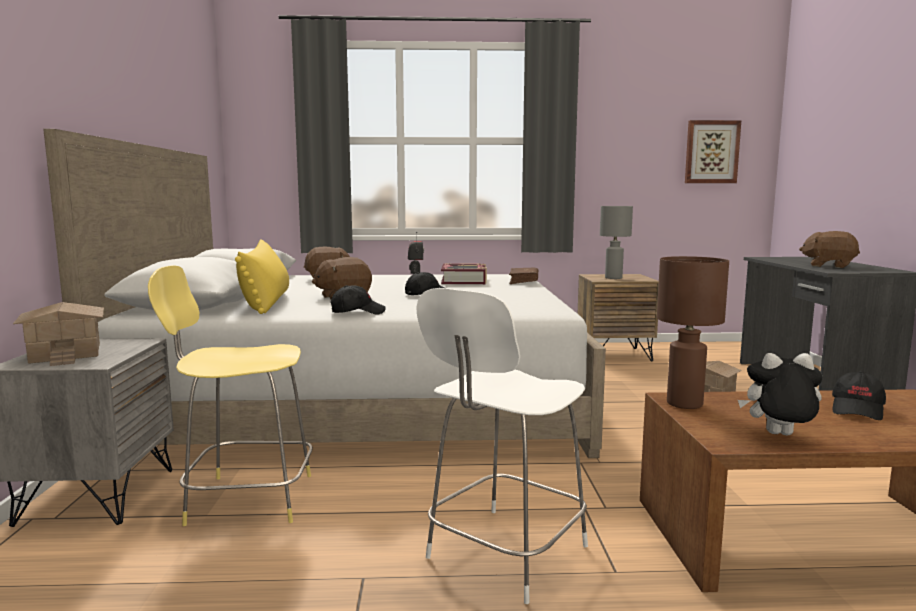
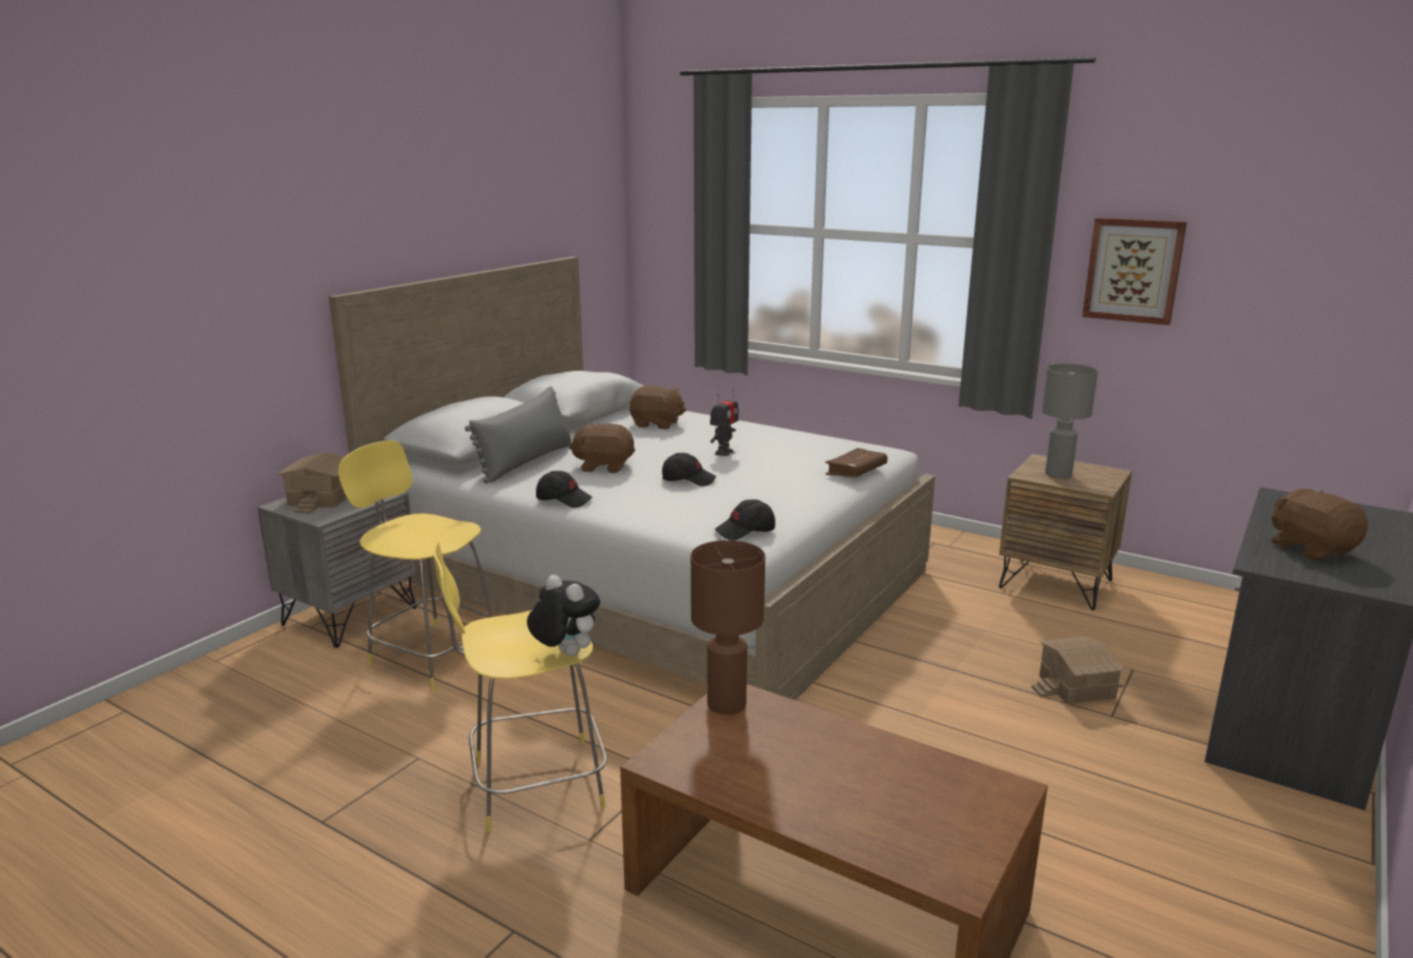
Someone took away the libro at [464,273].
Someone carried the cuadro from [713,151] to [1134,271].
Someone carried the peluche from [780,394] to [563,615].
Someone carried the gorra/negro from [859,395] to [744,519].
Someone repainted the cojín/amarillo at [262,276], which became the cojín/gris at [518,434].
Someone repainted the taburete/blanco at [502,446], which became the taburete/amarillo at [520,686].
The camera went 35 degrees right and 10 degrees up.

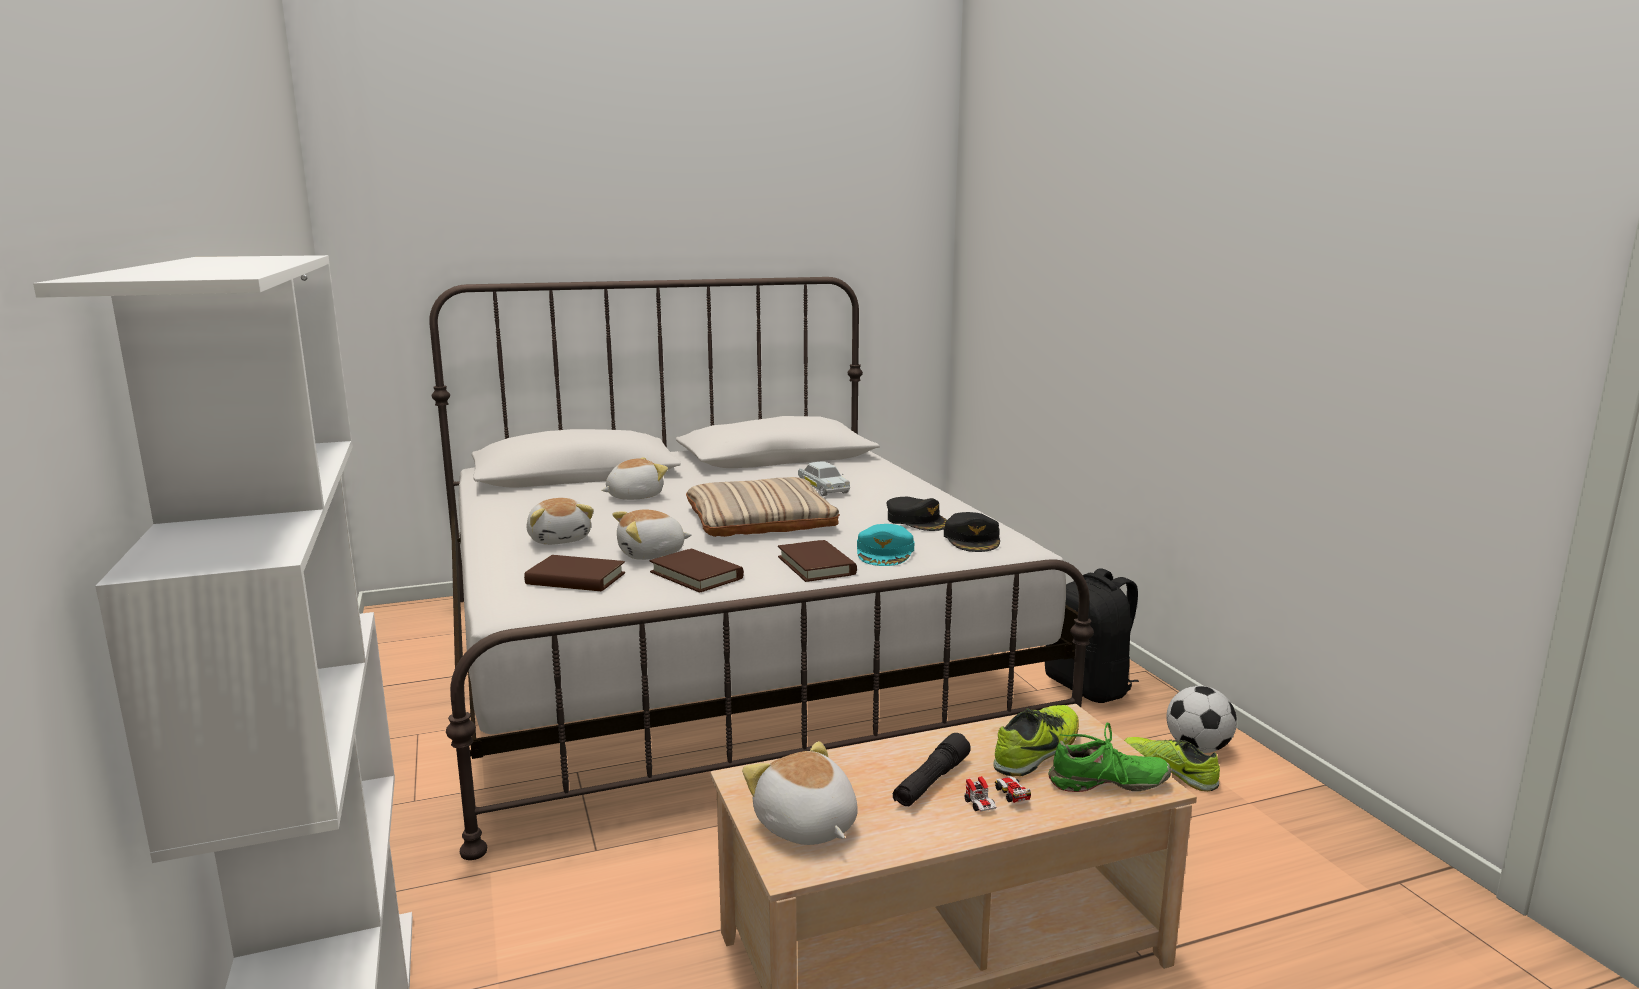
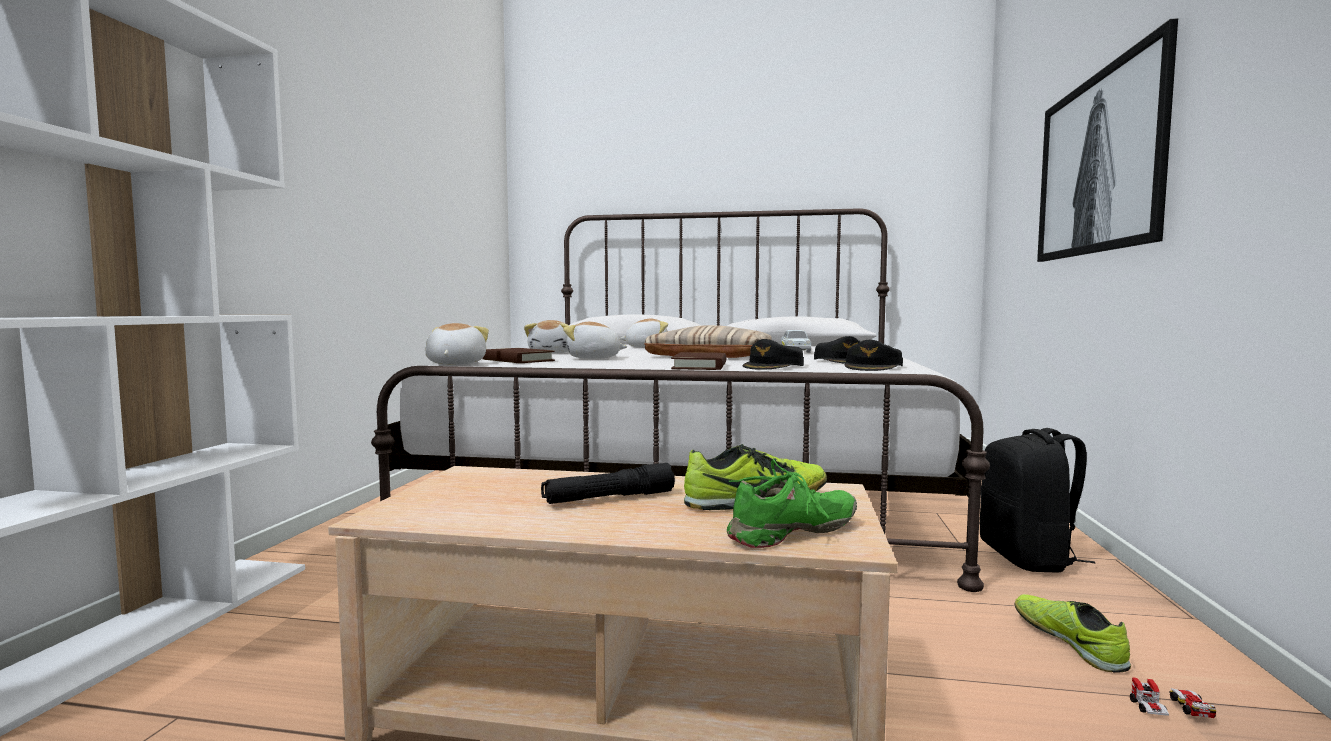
Someone took away the libro/marrón at [696,571].
Someone took away the balón de fútbol at [1201,719].
Someone put up the cuadro at [1107,140].
Someone carried the peluche from [800,793] to [457,344].
Someone carried the coche de juguete from [998,794] to [1173,697].
Someone repainted the gorra/turquesa at [885,545], which became the gorra/negro at [773,354].
Someone rotated the zapato/verde at [1110,757] by 60 degrees counterclockwise.
The camera went 30 degrees right and 10 degrees down.

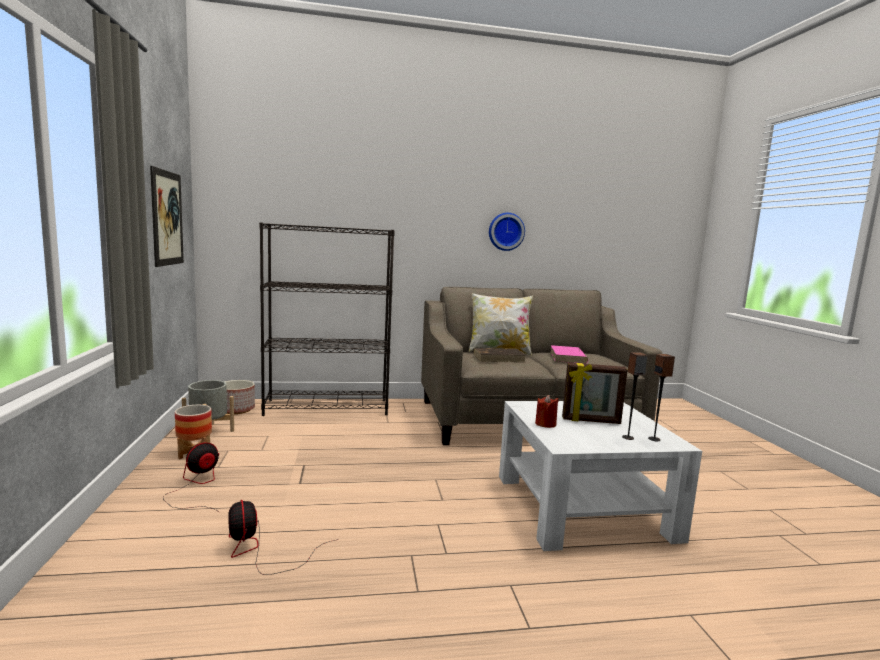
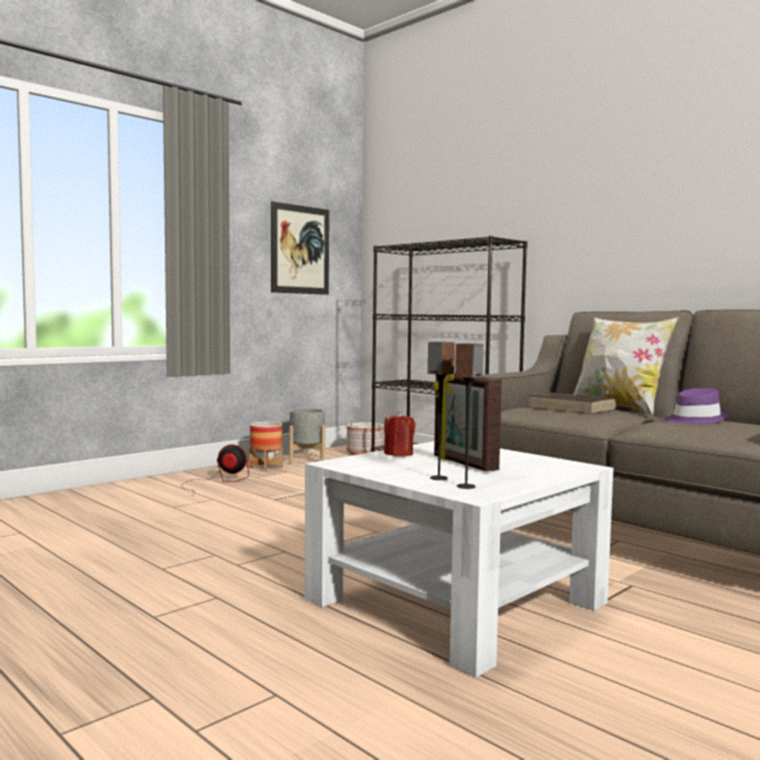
Someone took away the ventilador at [283,537].
Someone took away the reloj de pared at [507,232].
Someone swapped the libro/rosa at [569,354] for the sombrero/morado at [696,406].
The camera went 55 degrees right and 5 degrees down.

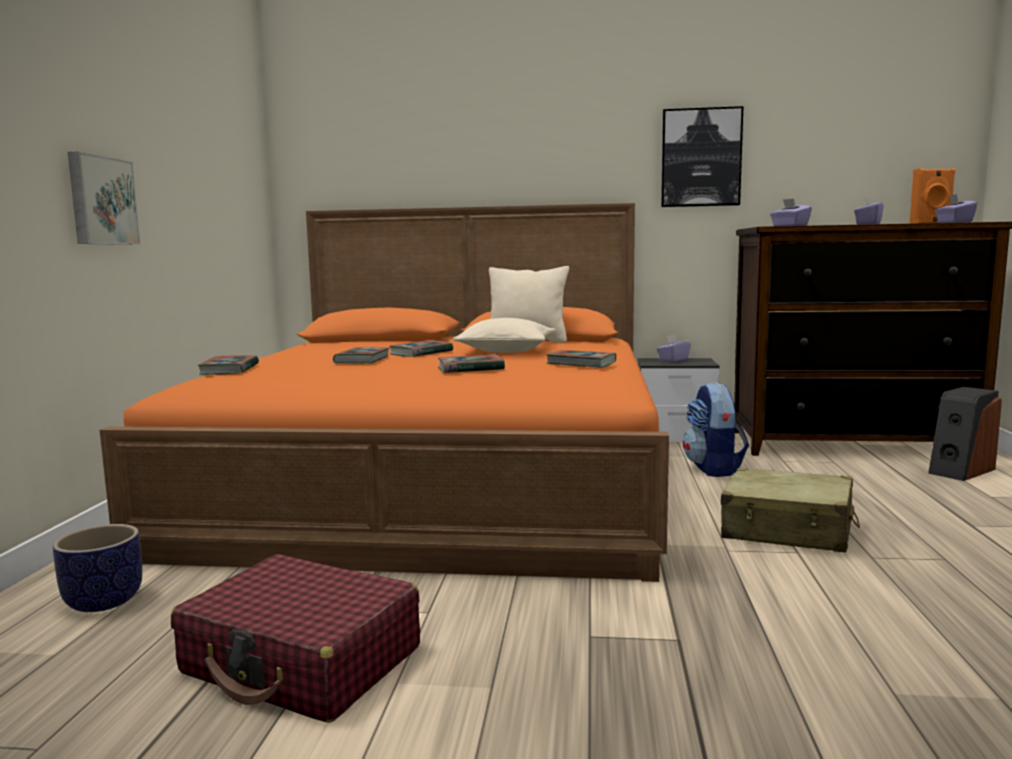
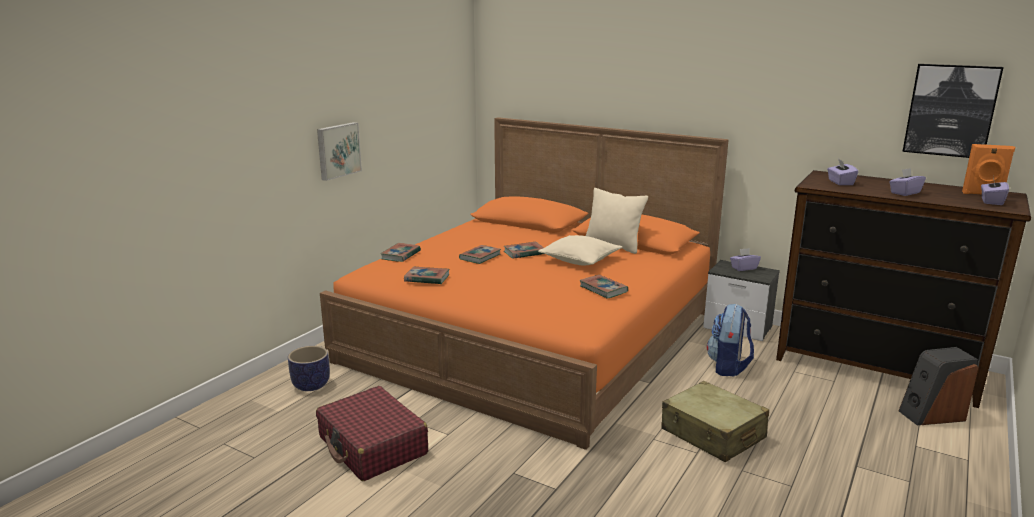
Someone carried the libro from [471,363] to [426,275].
Someone carried the cuadro from [702,156] to [953,111].
The camera went 25 degrees right and 10 degrees up.

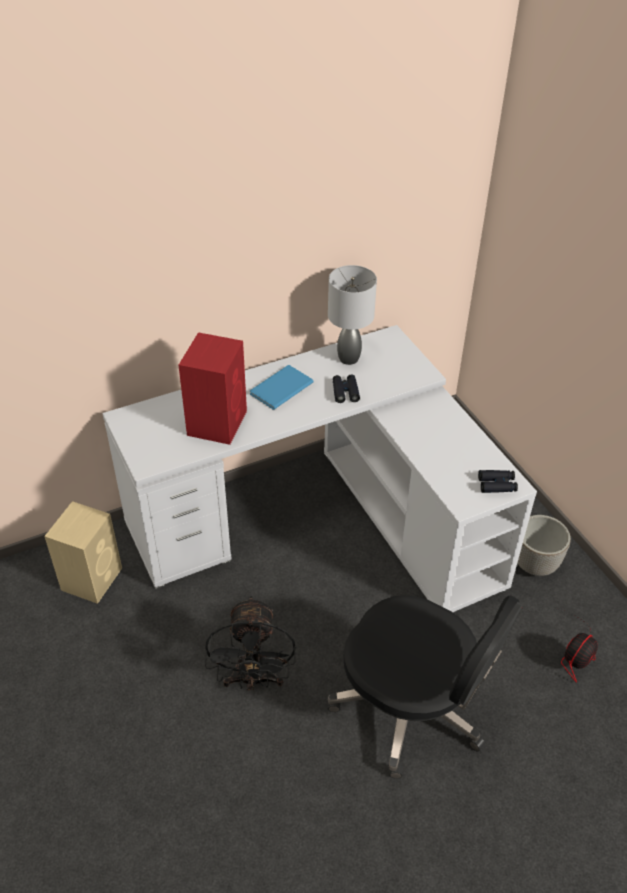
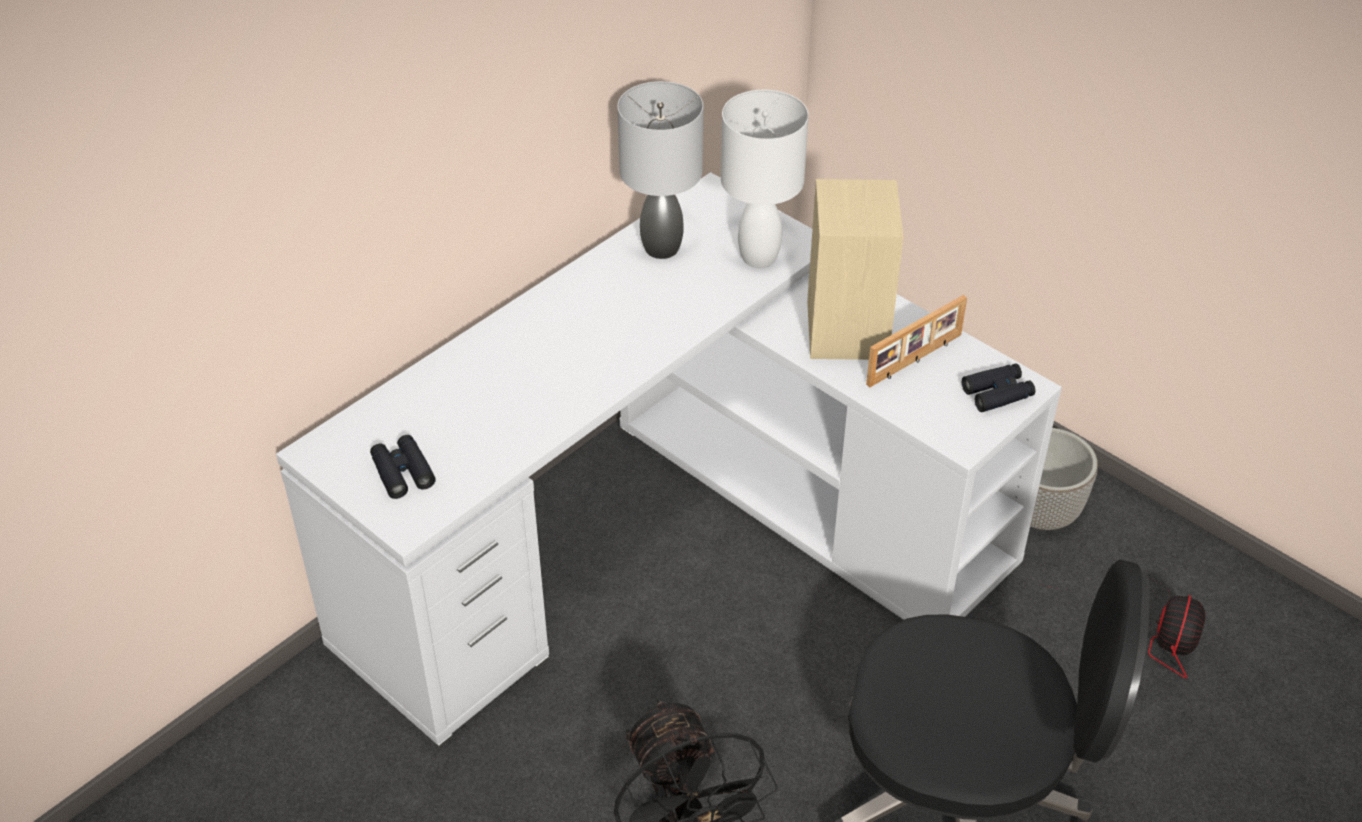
Someone took away the altavoz/rojo at [212,388].
Someone took away the libro/azul at [282,387].
Someone put down the lámpara de mesa/blanco at [765,179].
Someone put down the portarretratos at [916,341].
Someone carried the altavoz/beis from [83,552] to [855,269].
Someone carried the prismáticos/negro from [346,389] to [403,467].
The camera went 20 degrees left and 0 degrees up.

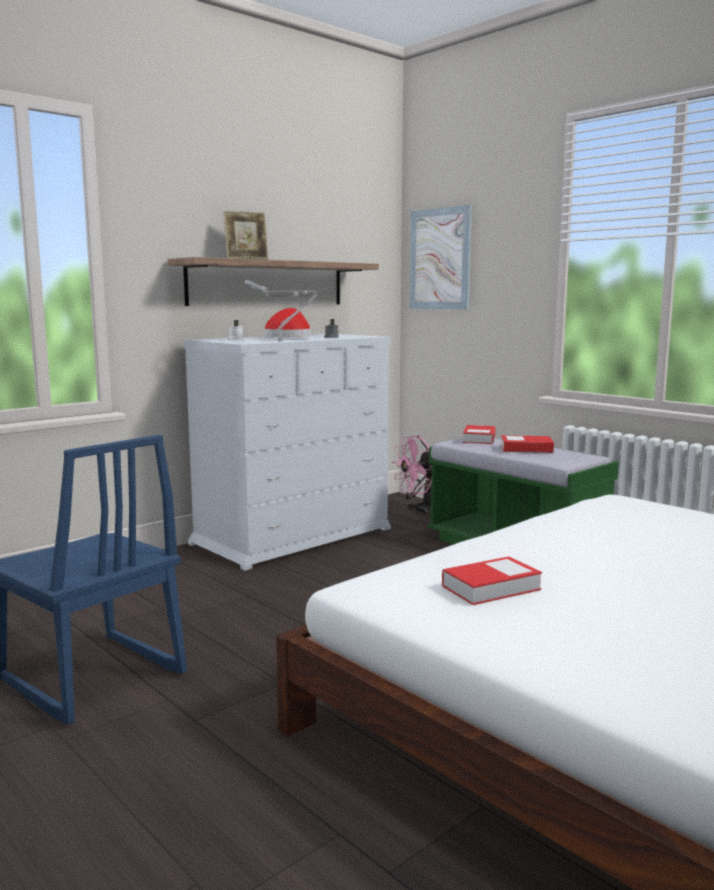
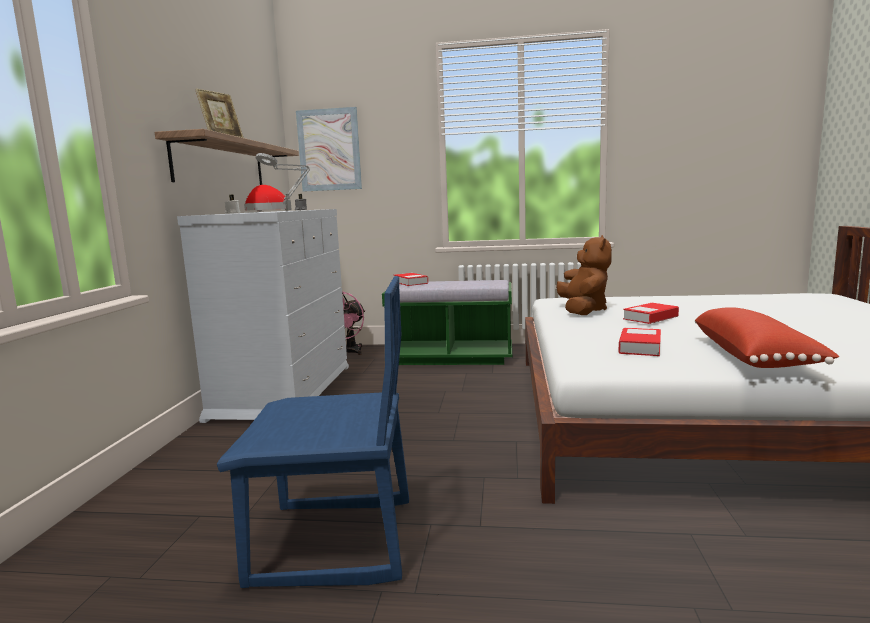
Someone put down the peluche/marrón at [584,275].
Someone put down the cojín/rojo at [767,337].
Someone carried the libro from [527,444] to [651,313].
The camera went 40 degrees left and 0 degrees up.

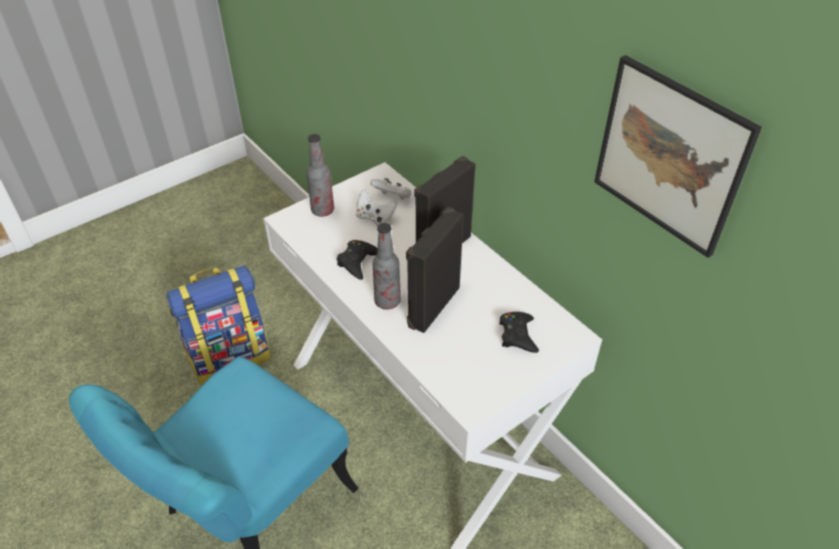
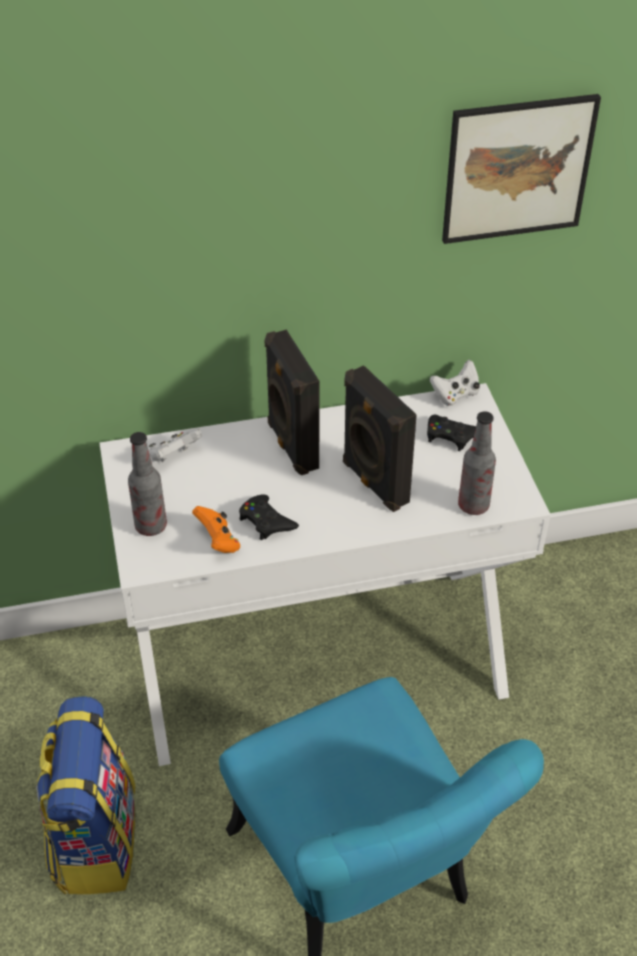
Someone put down the mando de consola/naranja at [216,529].
Someone carried the mando de consola/blanco from [376,208] to [455,383].
Someone carried the botella from [386,266] to [477,463].
The camera went 65 degrees left and 0 degrees up.

